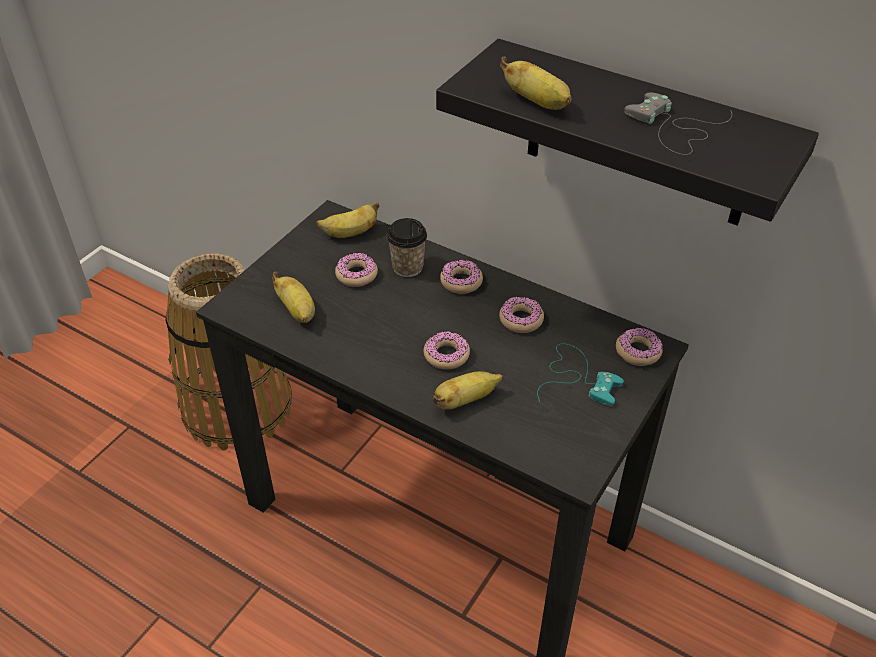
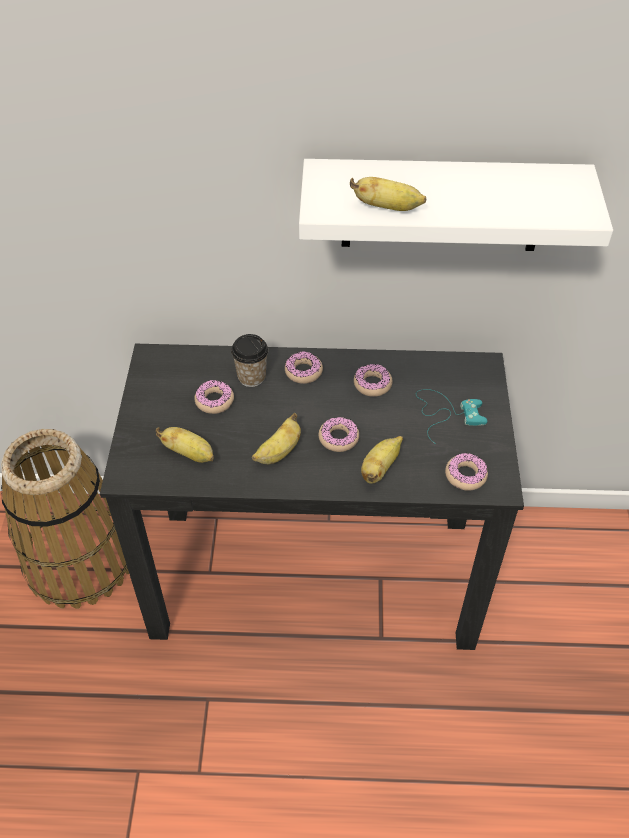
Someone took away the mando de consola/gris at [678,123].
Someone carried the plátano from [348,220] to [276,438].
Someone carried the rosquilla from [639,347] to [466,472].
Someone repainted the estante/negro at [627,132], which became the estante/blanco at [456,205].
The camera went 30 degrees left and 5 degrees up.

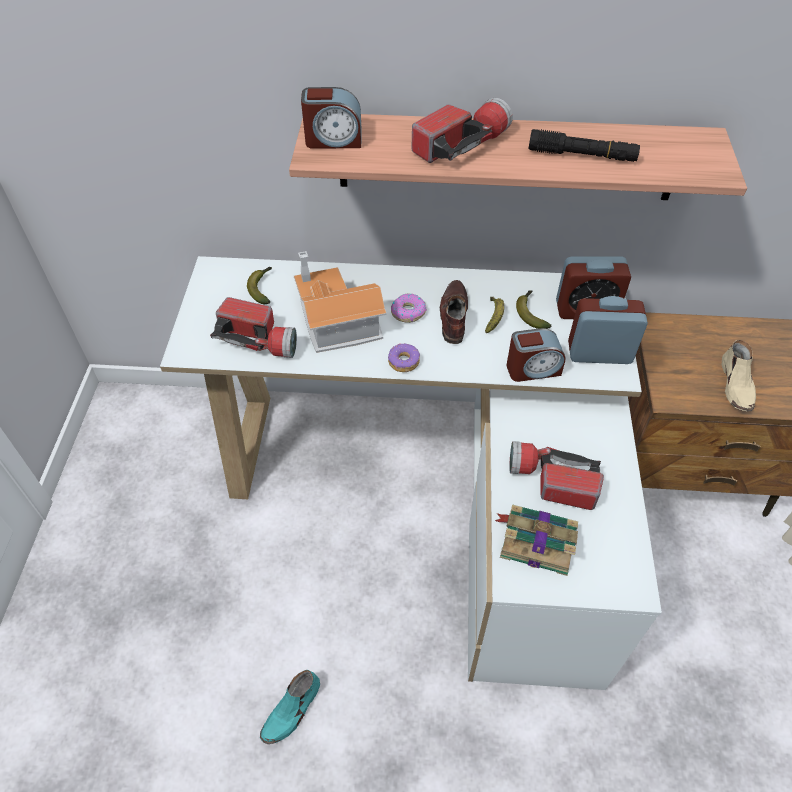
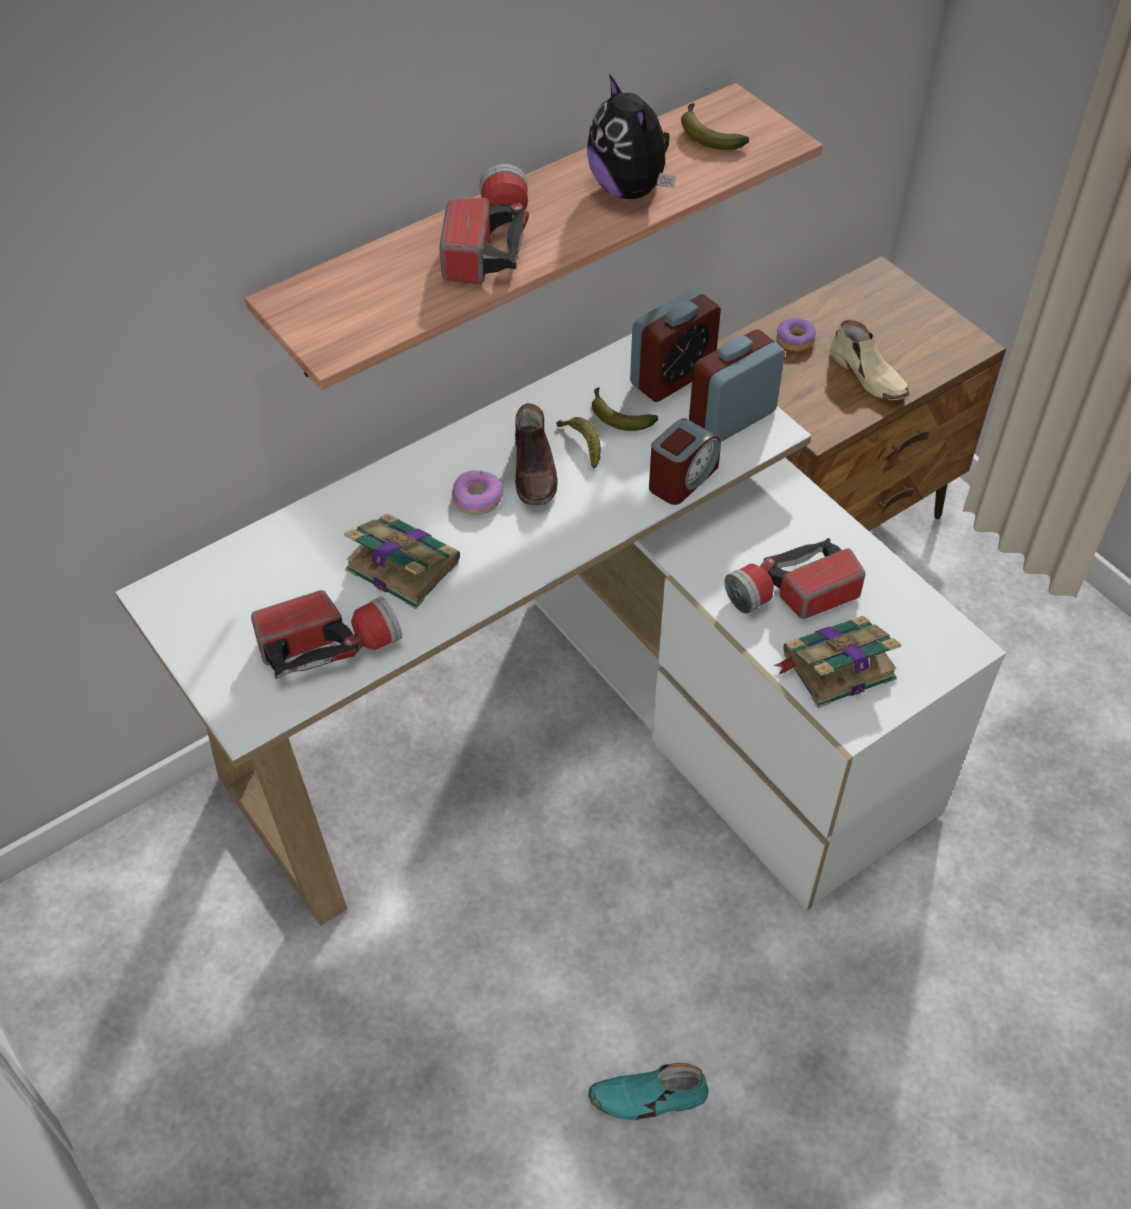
Someone took away the despertador at [331,118].
Someone carried the plátano from [259,285] to [715,126].
Someone carried the rosquilla from [404,357] to [796,334].
Someone swapped the casita at [340,302] for the libro at [402,561].
Someone swapped the linterna/negro at [584,145] for the peluche at [631,136].
Someone rotated the zapato/turquesa at [290,707] by 90 degrees clockwise.
Someone rotated the zapato/marrón at [454,312] by 150 degrees counterclockwise.
The camera went 40 degrees left and 0 degrees up.

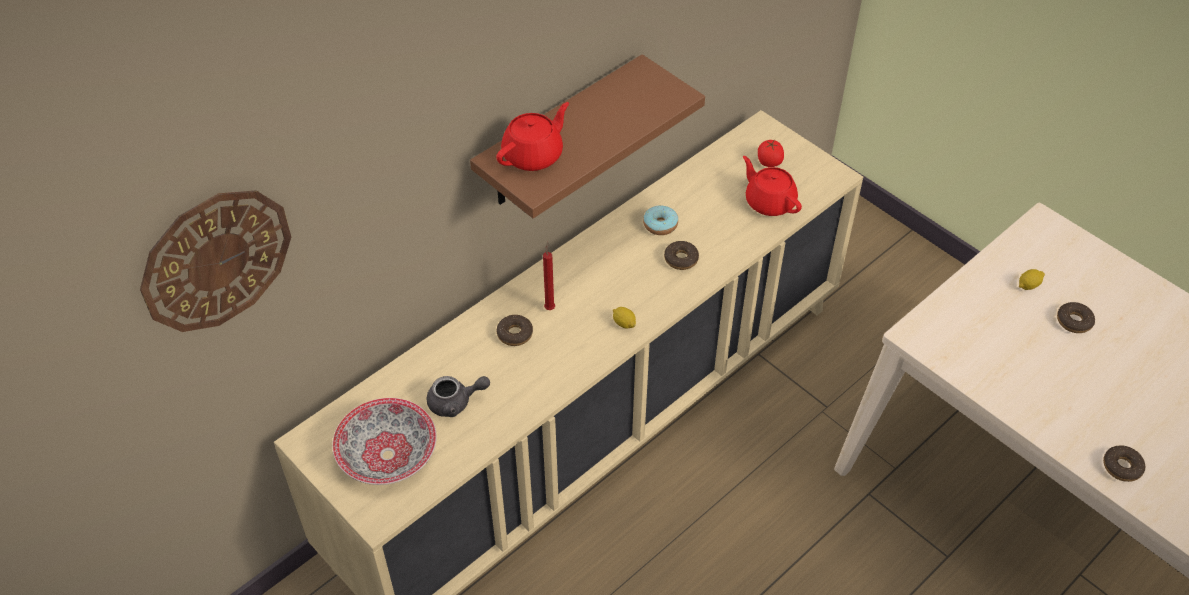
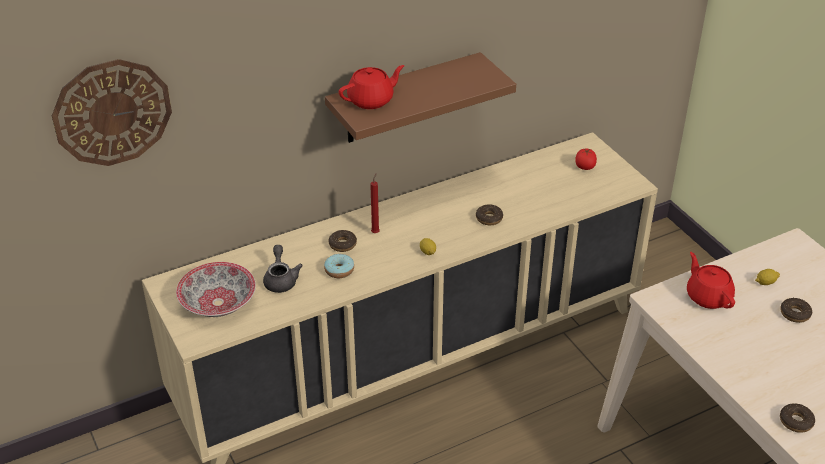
Someone carried the rosquilla from [660,220] to [339,266].
Someone carried the tetera/rojo from [772,186] to [711,280].
Someone rotated the tetera/gris at [458,396] by 105 degrees counterclockwise.
The camera went 15 degrees right and 10 degrees down.

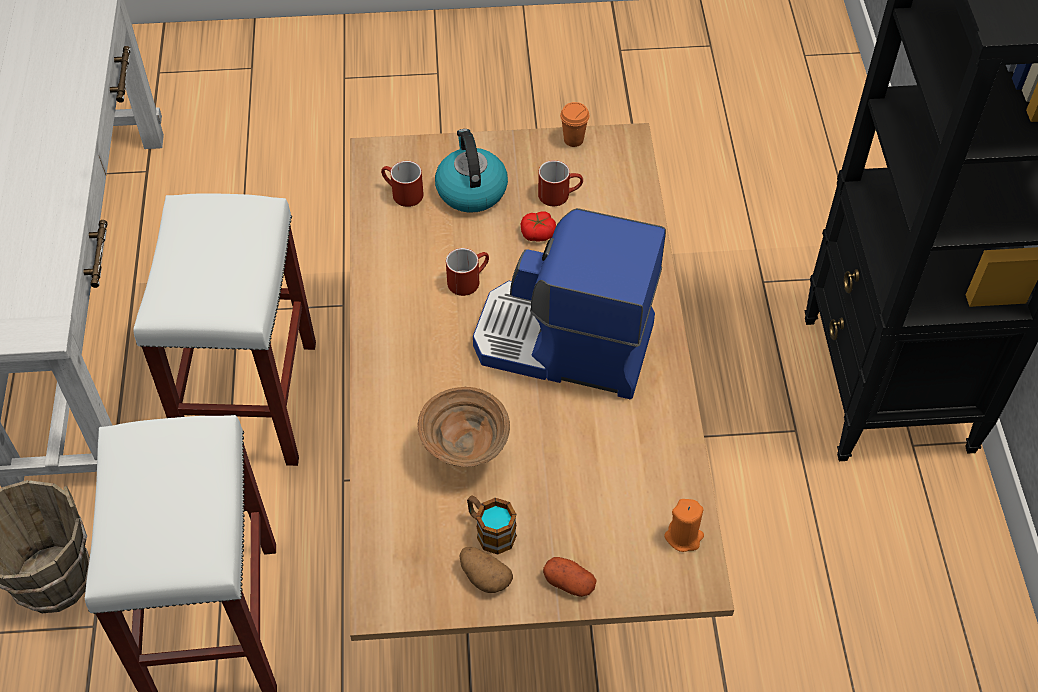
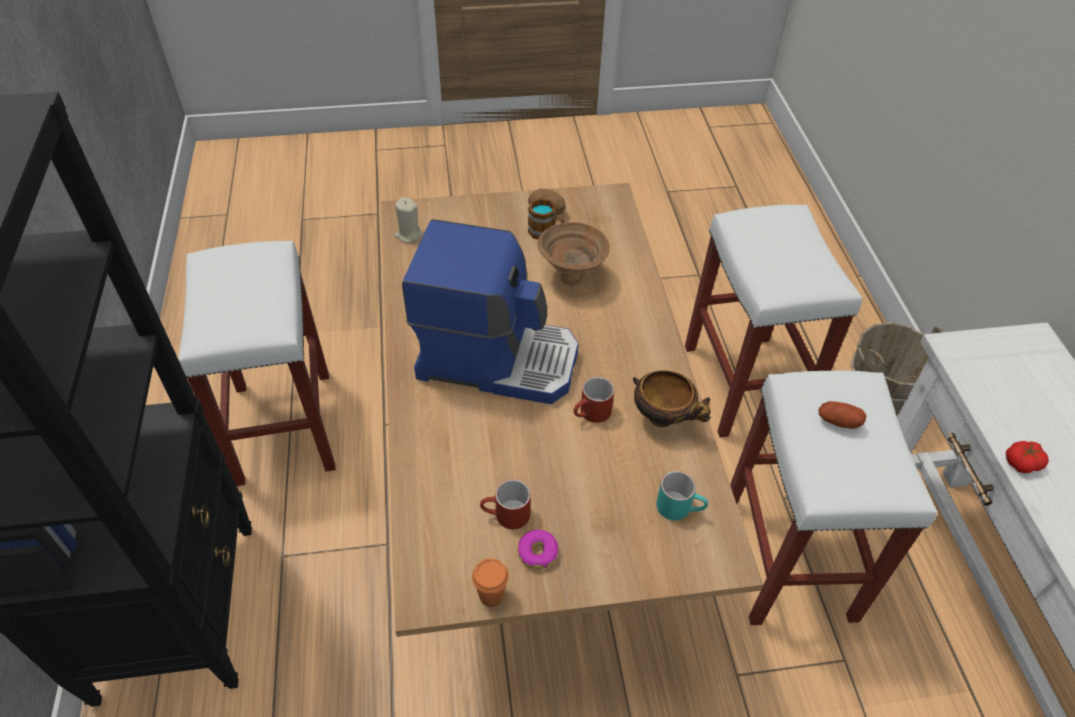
Someone took away the hervidor at [471,171].
Someone put down the taburete/blanco at [256,363].
Someone put down the rosquilla at [538,549].
Someone put down the cuenco at [672,398].
Someone carried the tomate from [538,227] to [1027,457].
Someone carried the patata from [570,577] to [842,415].
Someone repainted the taza grande/rojo at [402,184], which became the taza grande/turquesa at [682,495].
Someone repainted the vela/naranja at [684,525], which became the vela/beis at [409,220].
The camera went 175 degrees right and 5 degrees down.

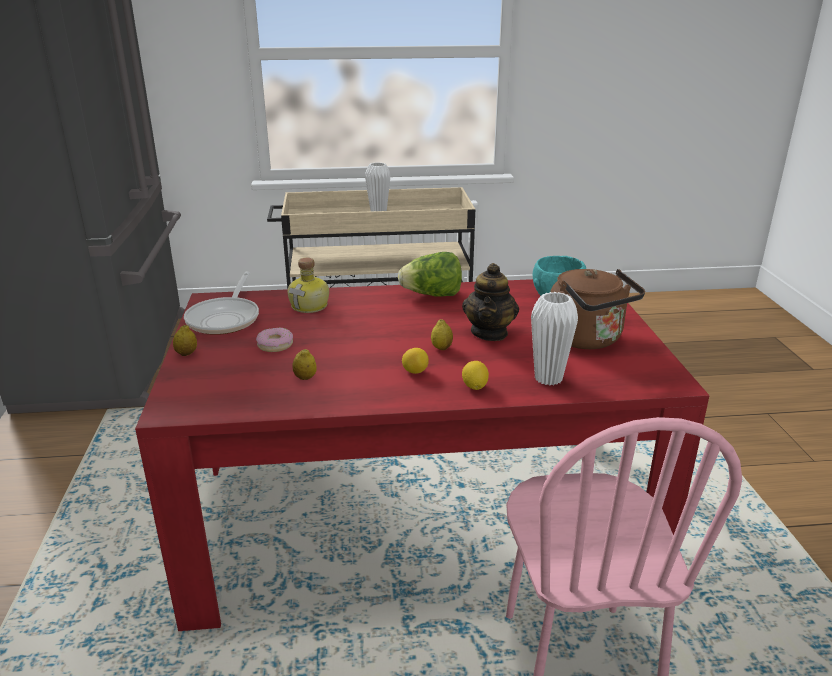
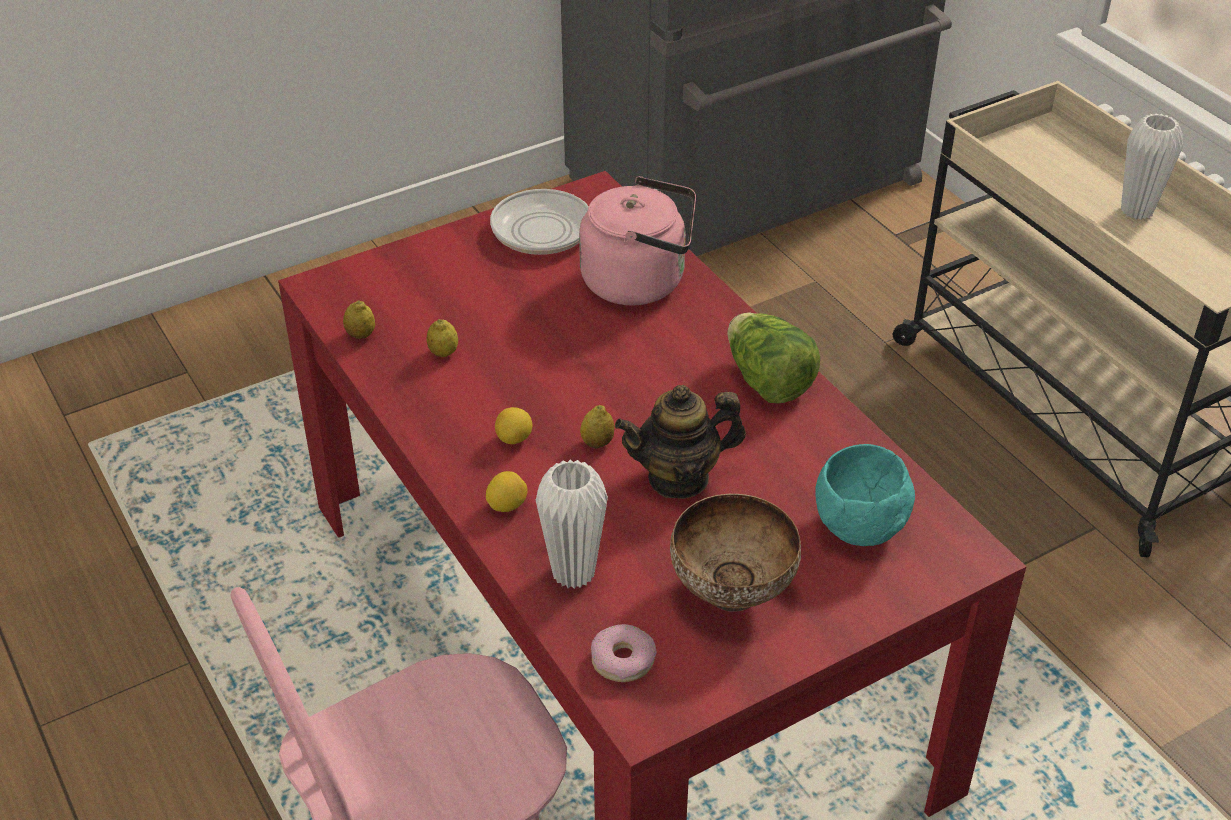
Someone carried the limón from [185,340] to [359,320].
Someone carried the rosquilla from [274,339] to [624,653].
Someone swapped the botella at [308,285] for the hervidor/rosa at [637,240].
Someone swapped the hervidor/marrón at [597,309] for the cuenco at [735,553].
The camera went 65 degrees right and 15 degrees up.

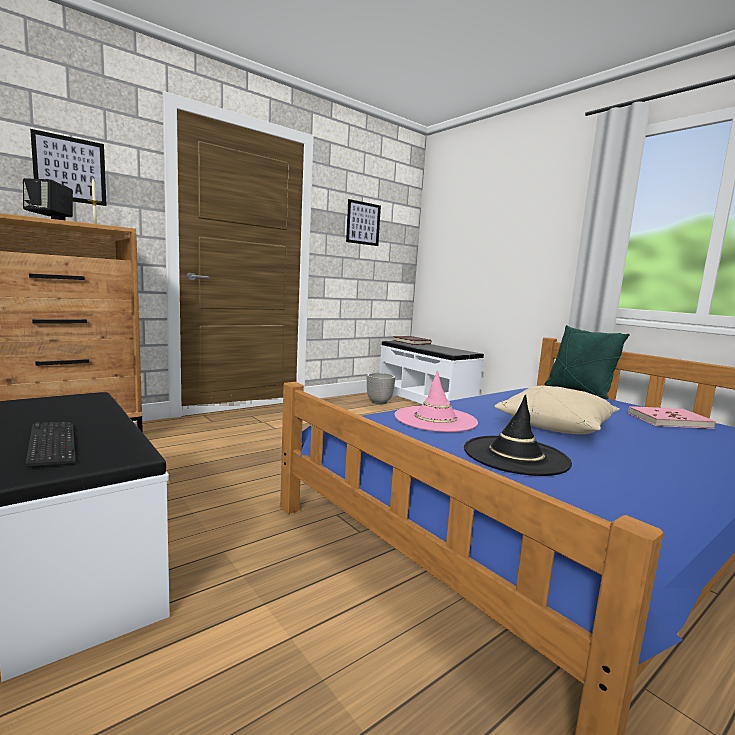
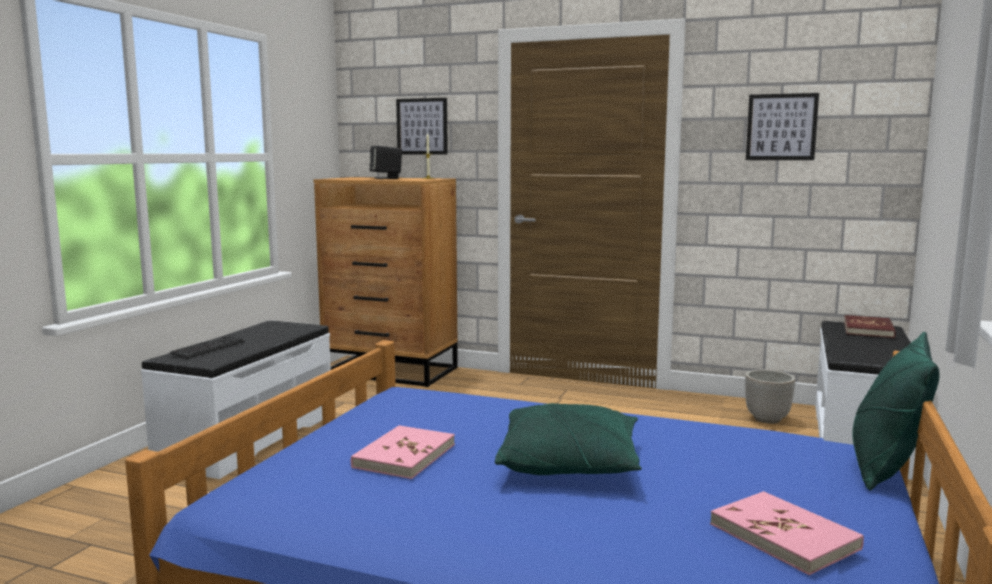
Someone took away the sombrero/rosa at [436,401].
Someone swapped the sombrero/negro at [518,435] for the libro/rosa at [403,452].
Someone repainted the cojín/beis at [557,409], which became the cojín/verde at [568,439].
The camera went 60 degrees right and 0 degrees up.

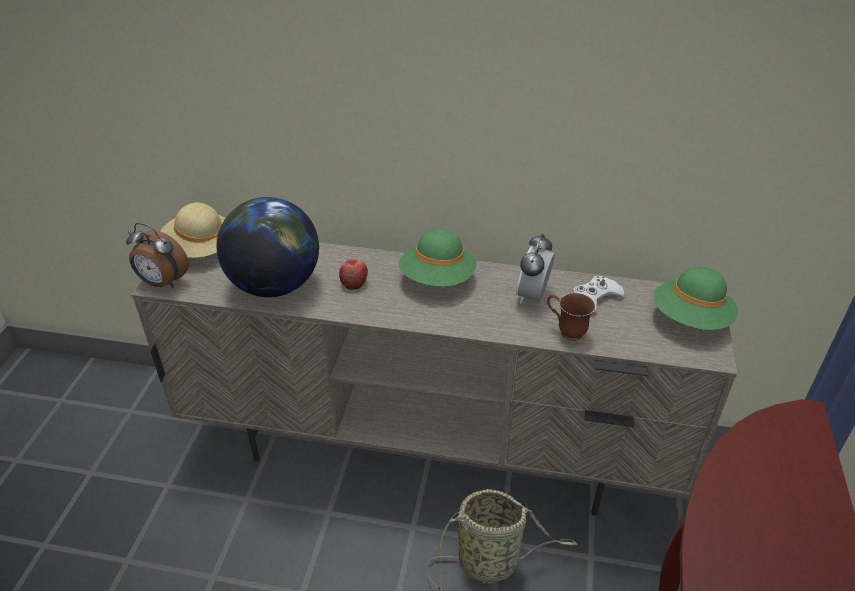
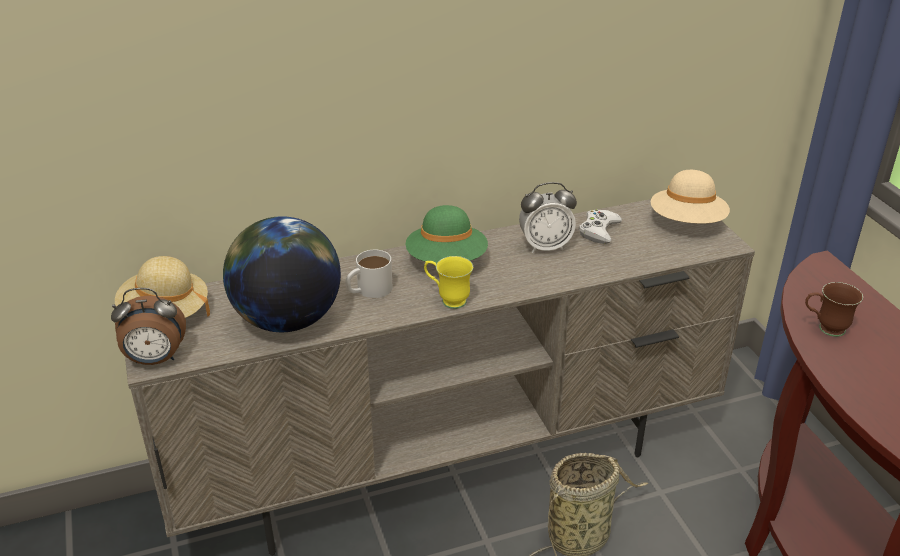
Someone put down the taza grande/amarillo at [448,282].
Someone carried the taza grande/marrón from [571,318] to [834,309].
Someone swapped the manzana at [353,274] for the taza grande/blanco at [369,274].
Someone repainted the sombrero/verde at [695,298], which became the sombrero/beis at [690,197].
Someone rotated the despertador at [535,268] by 90 degrees counterclockwise.
The camera went 30 degrees left and 5 degrees down.

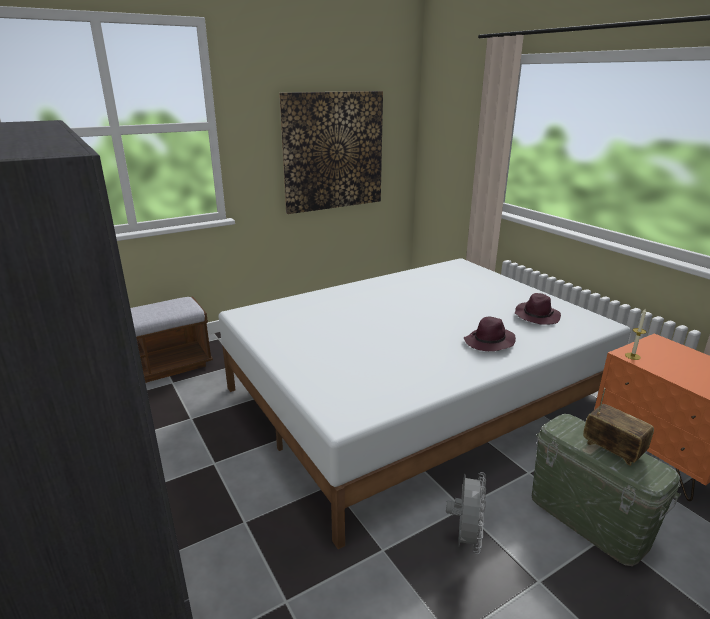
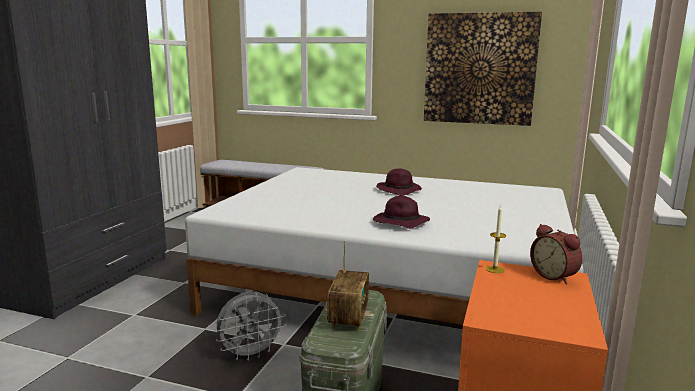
Someone put down the despertador at [556,254].
Someone carried the sombrero/morado from [538,309] to [399,181].
The camera went 50 degrees right and 10 degrees down.

